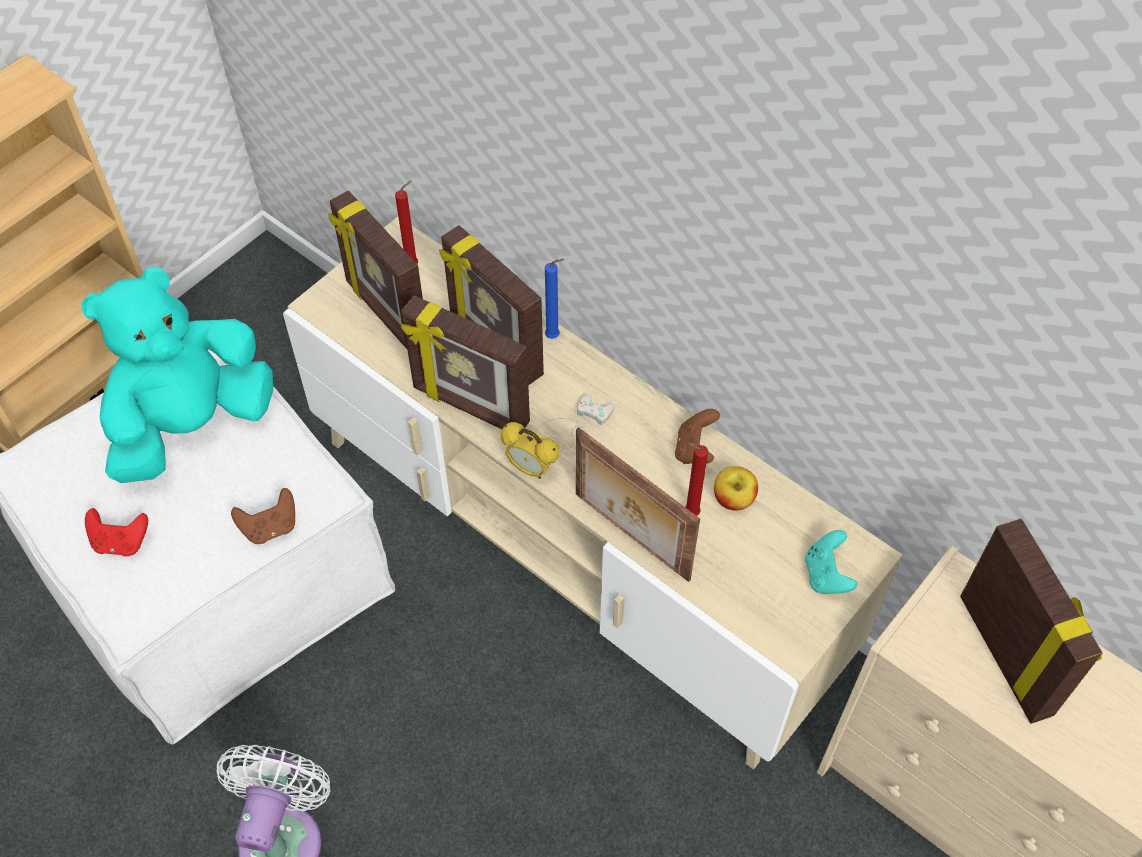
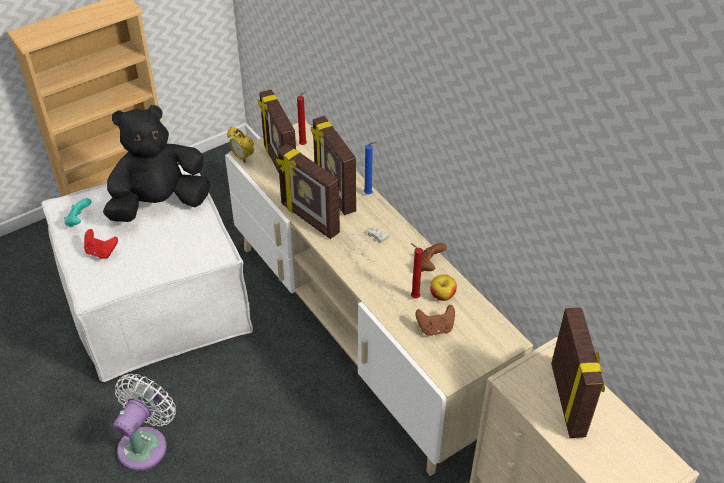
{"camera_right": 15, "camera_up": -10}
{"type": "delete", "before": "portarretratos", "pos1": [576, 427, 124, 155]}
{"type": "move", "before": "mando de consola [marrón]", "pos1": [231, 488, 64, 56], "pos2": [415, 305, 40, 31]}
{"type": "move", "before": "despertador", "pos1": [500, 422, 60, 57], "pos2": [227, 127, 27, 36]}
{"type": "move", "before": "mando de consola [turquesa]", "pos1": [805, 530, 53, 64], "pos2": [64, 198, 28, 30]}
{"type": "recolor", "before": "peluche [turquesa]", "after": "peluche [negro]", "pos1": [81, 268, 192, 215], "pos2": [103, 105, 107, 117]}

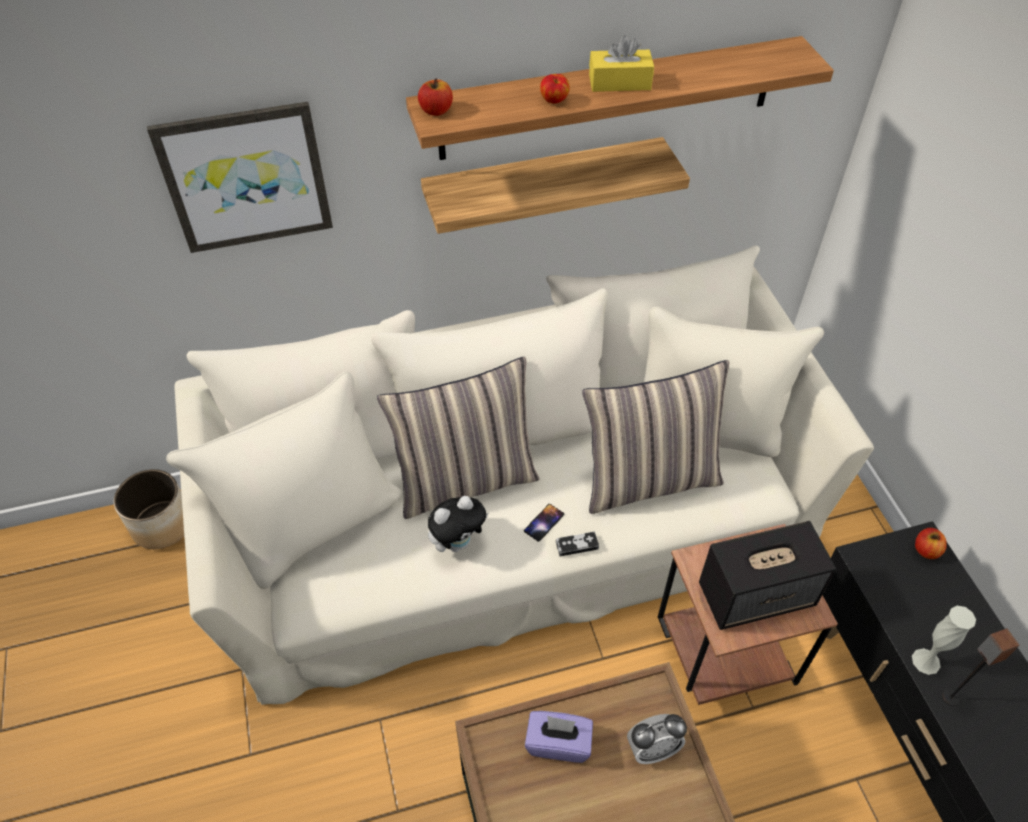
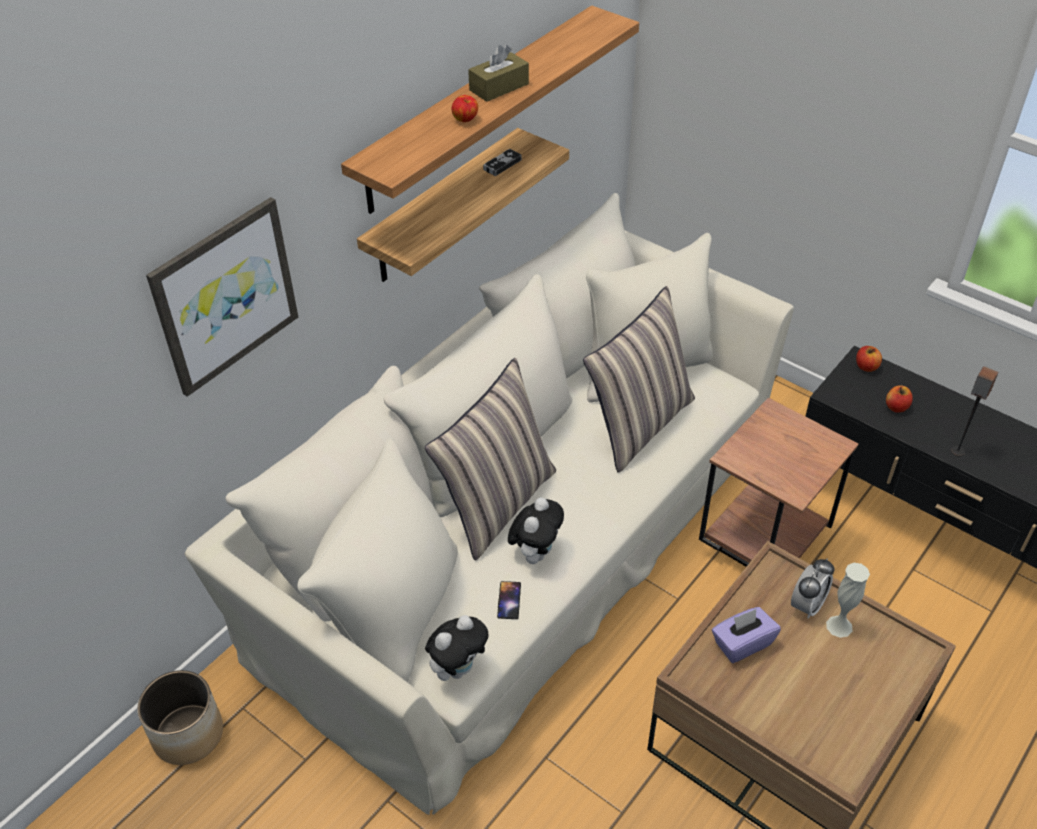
{"camera_right": -35, "camera_up": -5}
{"type": "delete", "before": "altavoz", "pos1": [699, 521, 137, 109]}
{"type": "insert", "after": "peluche", "pos2": [425, 615, 64, 66]}
{"type": "move", "before": "manzana", "pos1": [418, 78, 35, 38], "pos2": [886, 385, 27, 28]}
{"type": "move", "before": "móvil", "pos1": [524, 504, 40, 38], "pos2": [497, 581, 24, 38]}
{"type": "move", "before": "mando de consola", "pos1": [556, 532, 43, 24], "pos2": [483, 149, 39, 27]}
{"type": "move", "before": "florero [blanco]", "pos1": [912, 606, 64, 69], "pos2": [826, 563, 44, 75]}
{"type": "recolor", "before": "caja de pañuelos [amarillo]", "after": "caja de pañuelos [marrón]", "pos1": [589, 35, 65, 57], "pos2": [468, 45, 61, 57]}

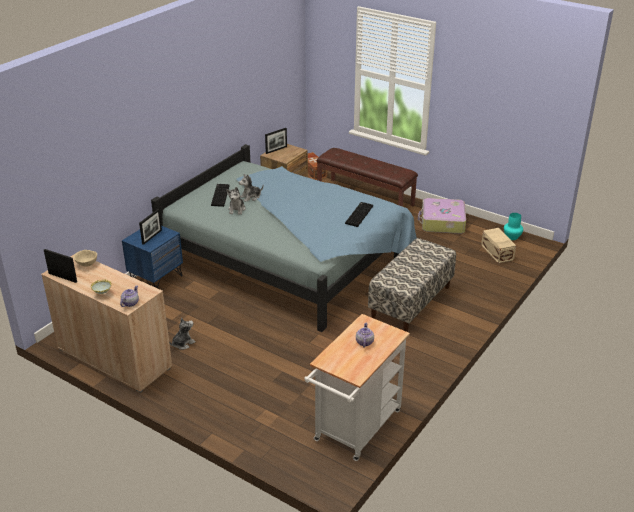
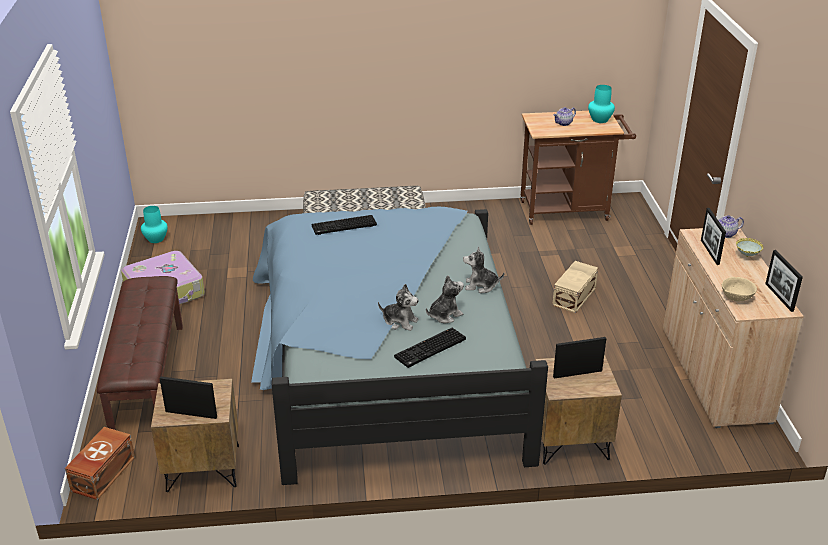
{"camera_right": -130, "camera_up": 0}
{"type": "insert", "after": "florero [turquesa]", "pos2": [588, 85, 27, 38]}
{"type": "insert", "after": "portarretratos", "pos2": [701, 208, 25, 57]}
{"type": "move", "before": "peluche", "pos1": [169, 318, 27, 32], "pos2": [463, 247, 41, 46]}
{"type": "move", "before": "caja de almacenaje [beis]", "pos1": [481, 228, 35, 35], "pos2": [552, 261, 46, 52]}
{"type": "recolor", "before": "mesita de noche [azul]", "after": "mesita de noche [marrón]", "pos1": [122, 226, 61, 62], "pos2": [535, 355, 87, 110]}
{"type": "recolor", "before": "carrito [blanco]", "after": "carrito [marrón]", "pos1": [304, 314, 106, 147], "pos2": [520, 111, 116, 114]}

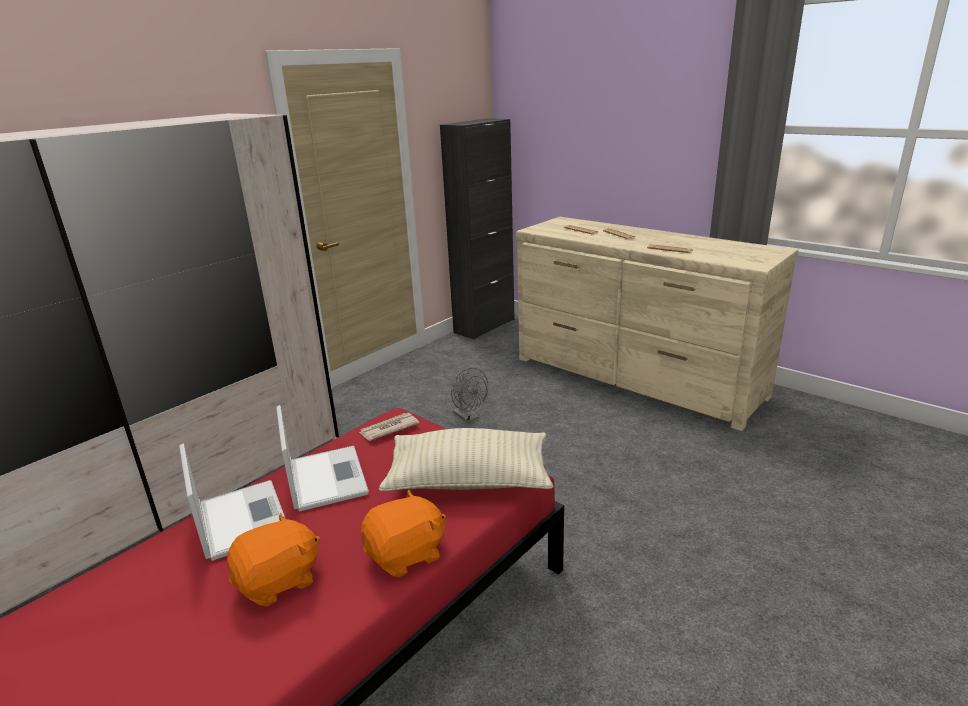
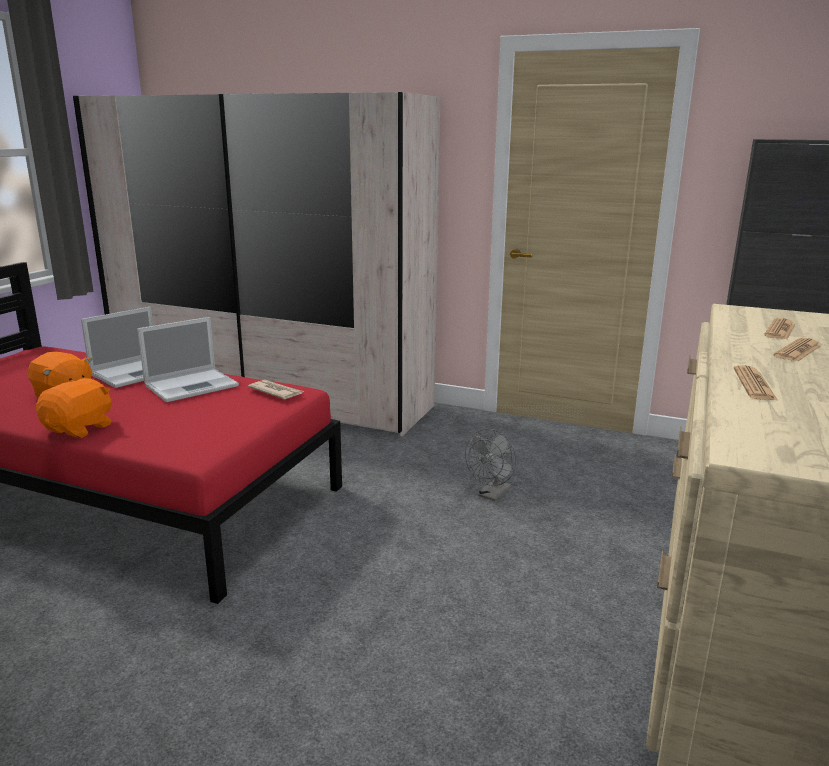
{"camera_right": 70, "camera_up": -5}
{"type": "delete", "before": "cojín [beis]", "pos1": [379, 428, 175, 64]}
{"type": "rotate", "before": "peluche [naranja]", "pos1": [361, 489, 85, 88], "pos2": [36, 378, 76, 60], "turn": -105}

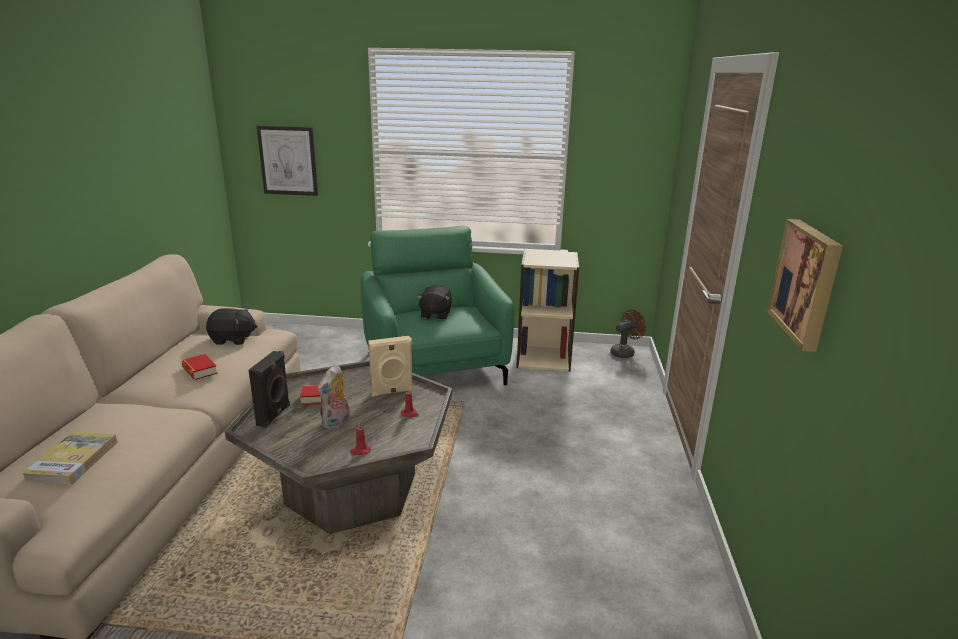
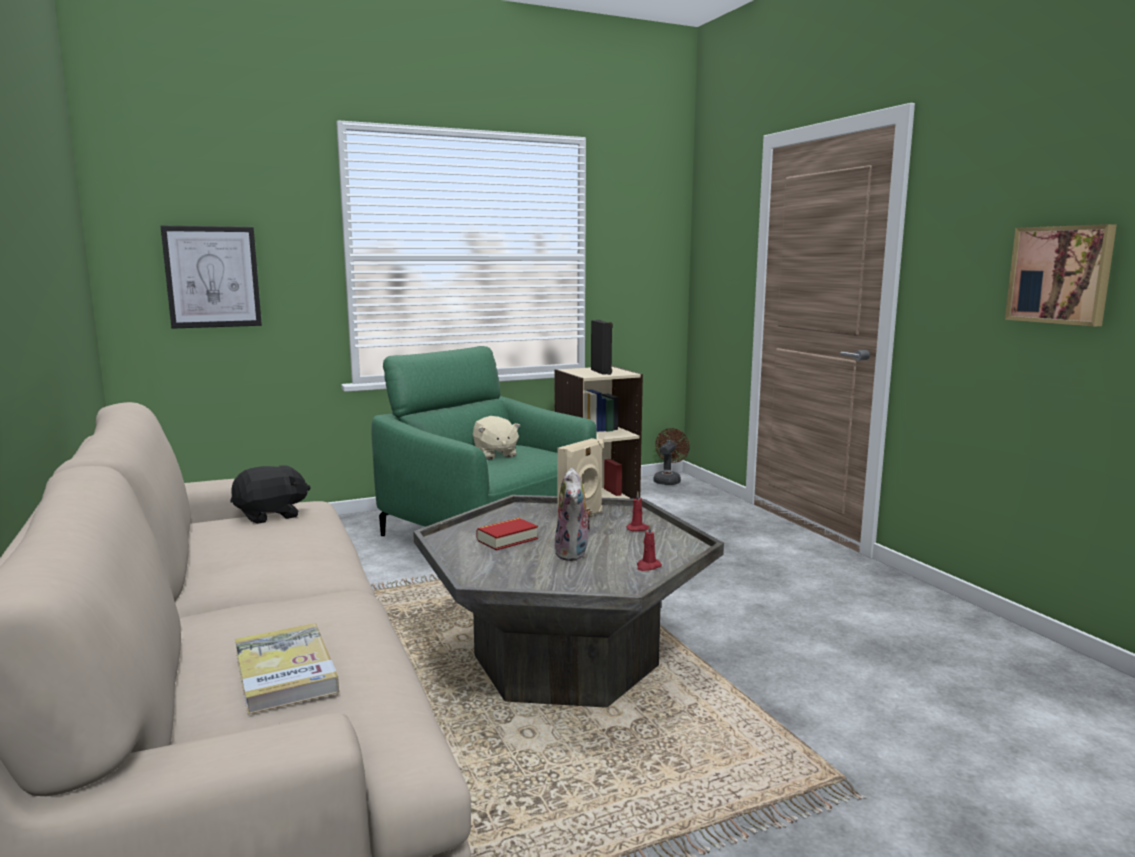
{"camera_right": -30, "camera_up": -10}
{"type": "delete", "before": "libro", "pos1": [182, 354, 36, 26]}
{"type": "move", "before": "altavoz [negro]", "pos1": [249, 351, 41, 77], "pos2": [591, 320, 22, 55]}
{"type": "recolor", "before": "peluche [negro]", "after": "peluche [beis]", "pos1": [417, 285, 35, 35], "pos2": [473, 416, 48, 44]}

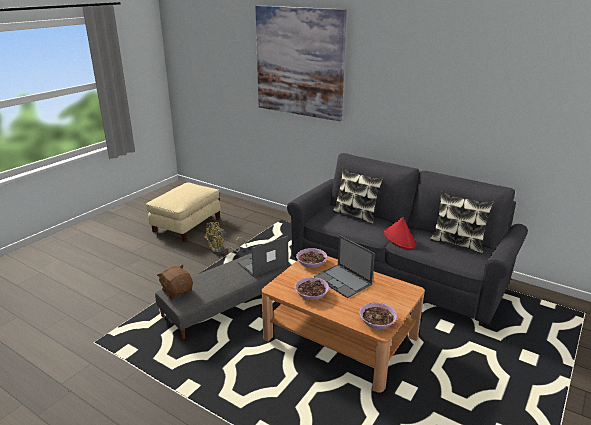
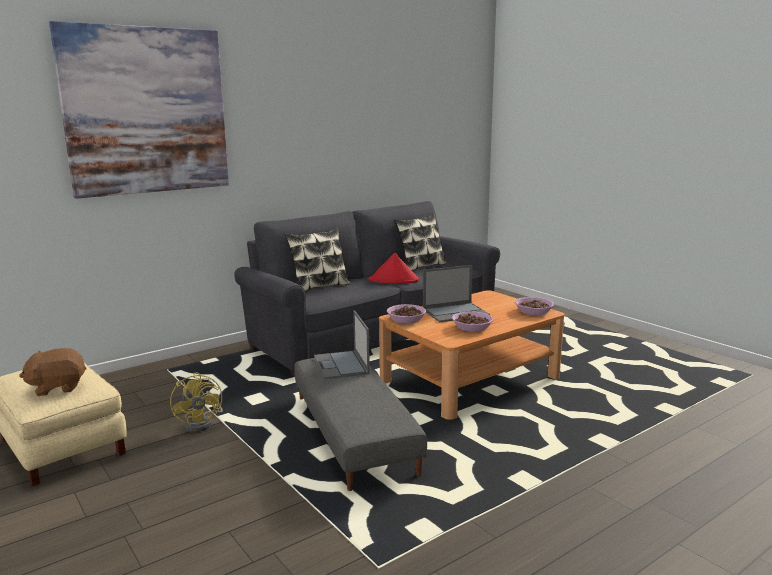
{"camera_right": -70, "camera_up": -10}
{"type": "move", "before": "peluche [marrón]", "pos1": [157, 265, 36, 34], "pos2": [19, 348, 68, 48]}

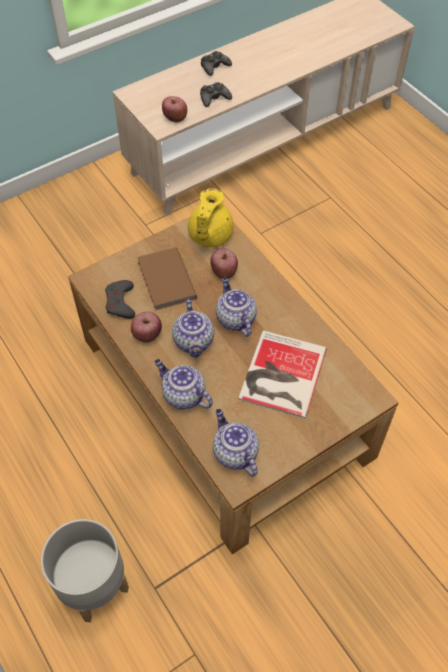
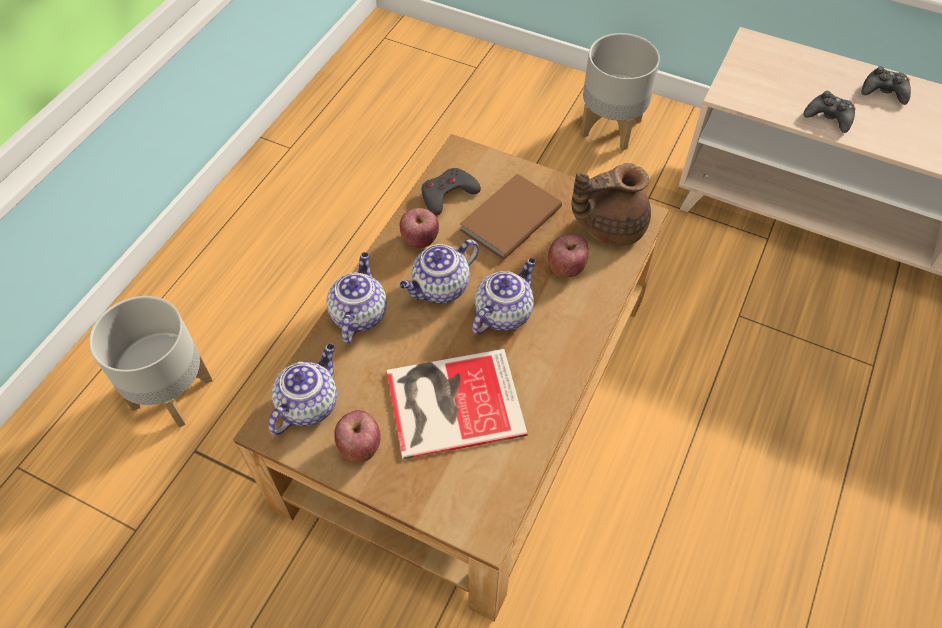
{"camera_right": 60, "camera_up": 0}
{"type": "insert", "after": "maceta [gris]", "pos2": [580, 33, 80, 117]}
{"type": "move", "before": "manzana", "pos1": [162, 96, 25, 26], "pos2": [334, 410, 47, 53]}
{"type": "recolor", "before": "tetera [amarillo]", "after": "tetera [marrón]", "pos1": [188, 188, 46, 59], "pos2": [572, 163, 79, 83]}

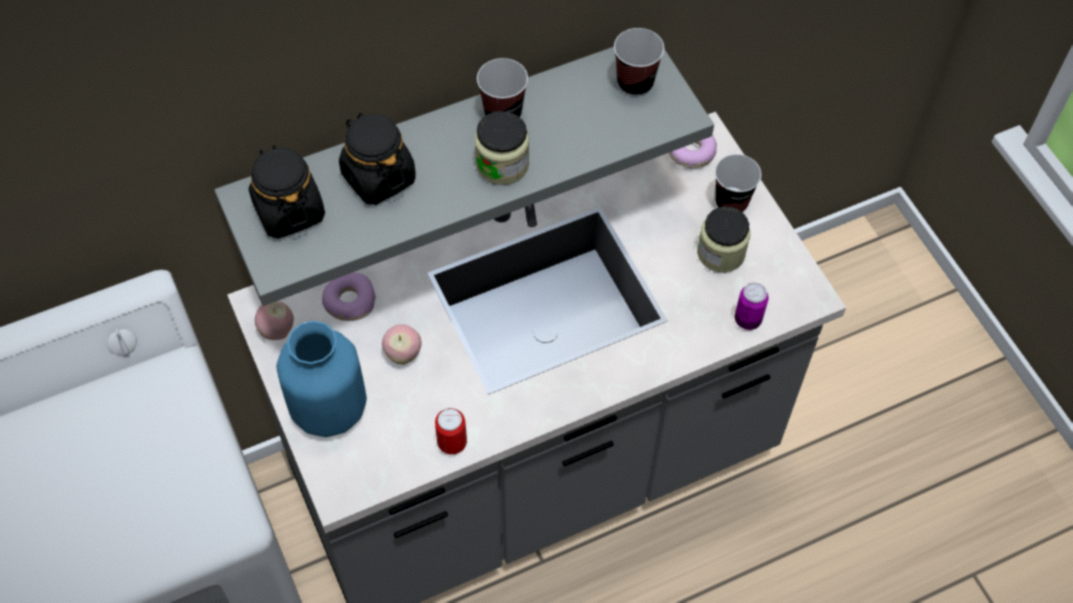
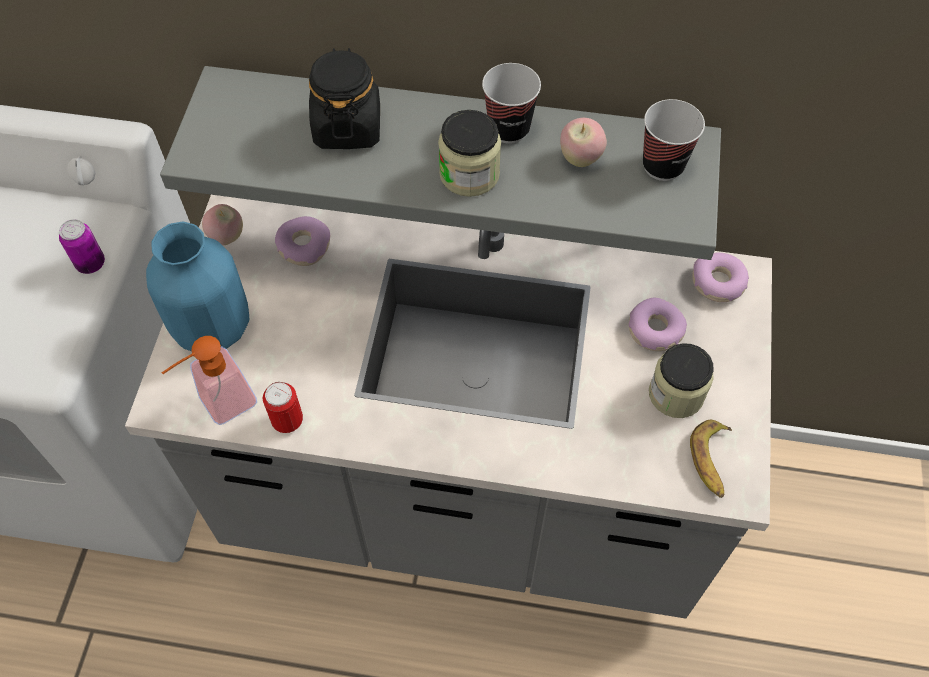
{"camera_right": 35, "camera_up": 0}
{"type": "delete", "before": "tarro [negro]", "pos1": [249, 145, 76, 94]}
{"type": "delete", "before": "taza", "pos1": [715, 154, 46, 58]}
{"type": "insert", "after": "dispensador de jabón", "pos2": [162, 336, 95, 89]}
{"type": "insert", "after": "rosquilla", "pos2": [629, 298, 58, 53]}
{"type": "insert", "after": "plátano", "pos2": [690, 420, 42, 78]}
{"type": "move", "before": "manzana", "pos1": [382, 324, 40, 41], "pos2": [560, 118, 47, 49]}
{"type": "move", "before": "lata", "pos1": [735, 283, 33, 47], "pos2": [59, 219, 46, 55]}

